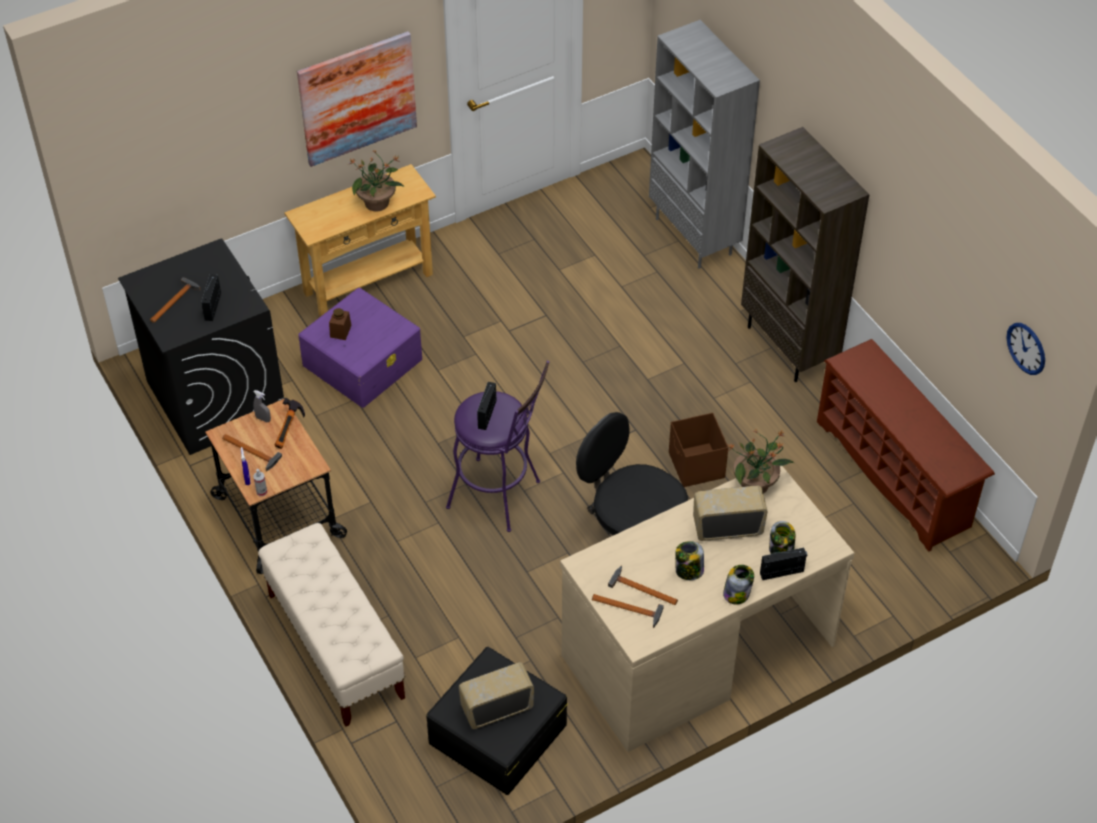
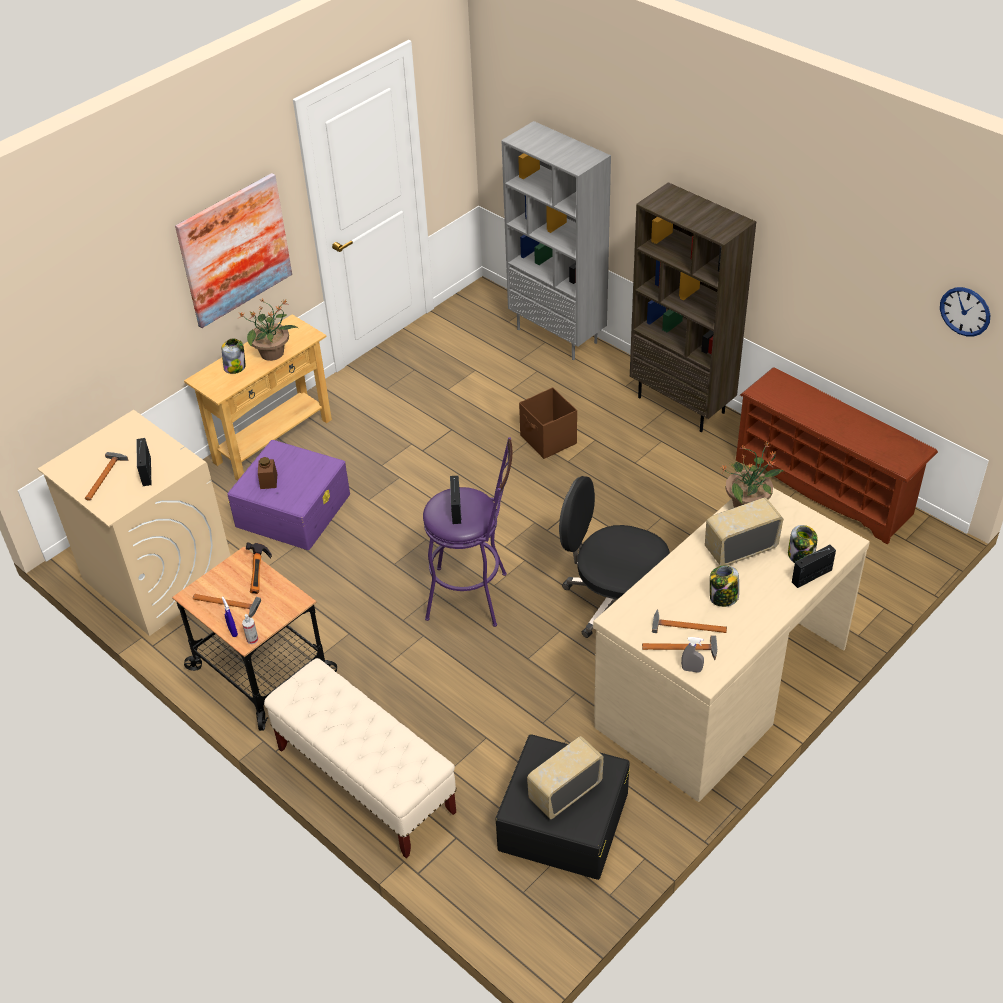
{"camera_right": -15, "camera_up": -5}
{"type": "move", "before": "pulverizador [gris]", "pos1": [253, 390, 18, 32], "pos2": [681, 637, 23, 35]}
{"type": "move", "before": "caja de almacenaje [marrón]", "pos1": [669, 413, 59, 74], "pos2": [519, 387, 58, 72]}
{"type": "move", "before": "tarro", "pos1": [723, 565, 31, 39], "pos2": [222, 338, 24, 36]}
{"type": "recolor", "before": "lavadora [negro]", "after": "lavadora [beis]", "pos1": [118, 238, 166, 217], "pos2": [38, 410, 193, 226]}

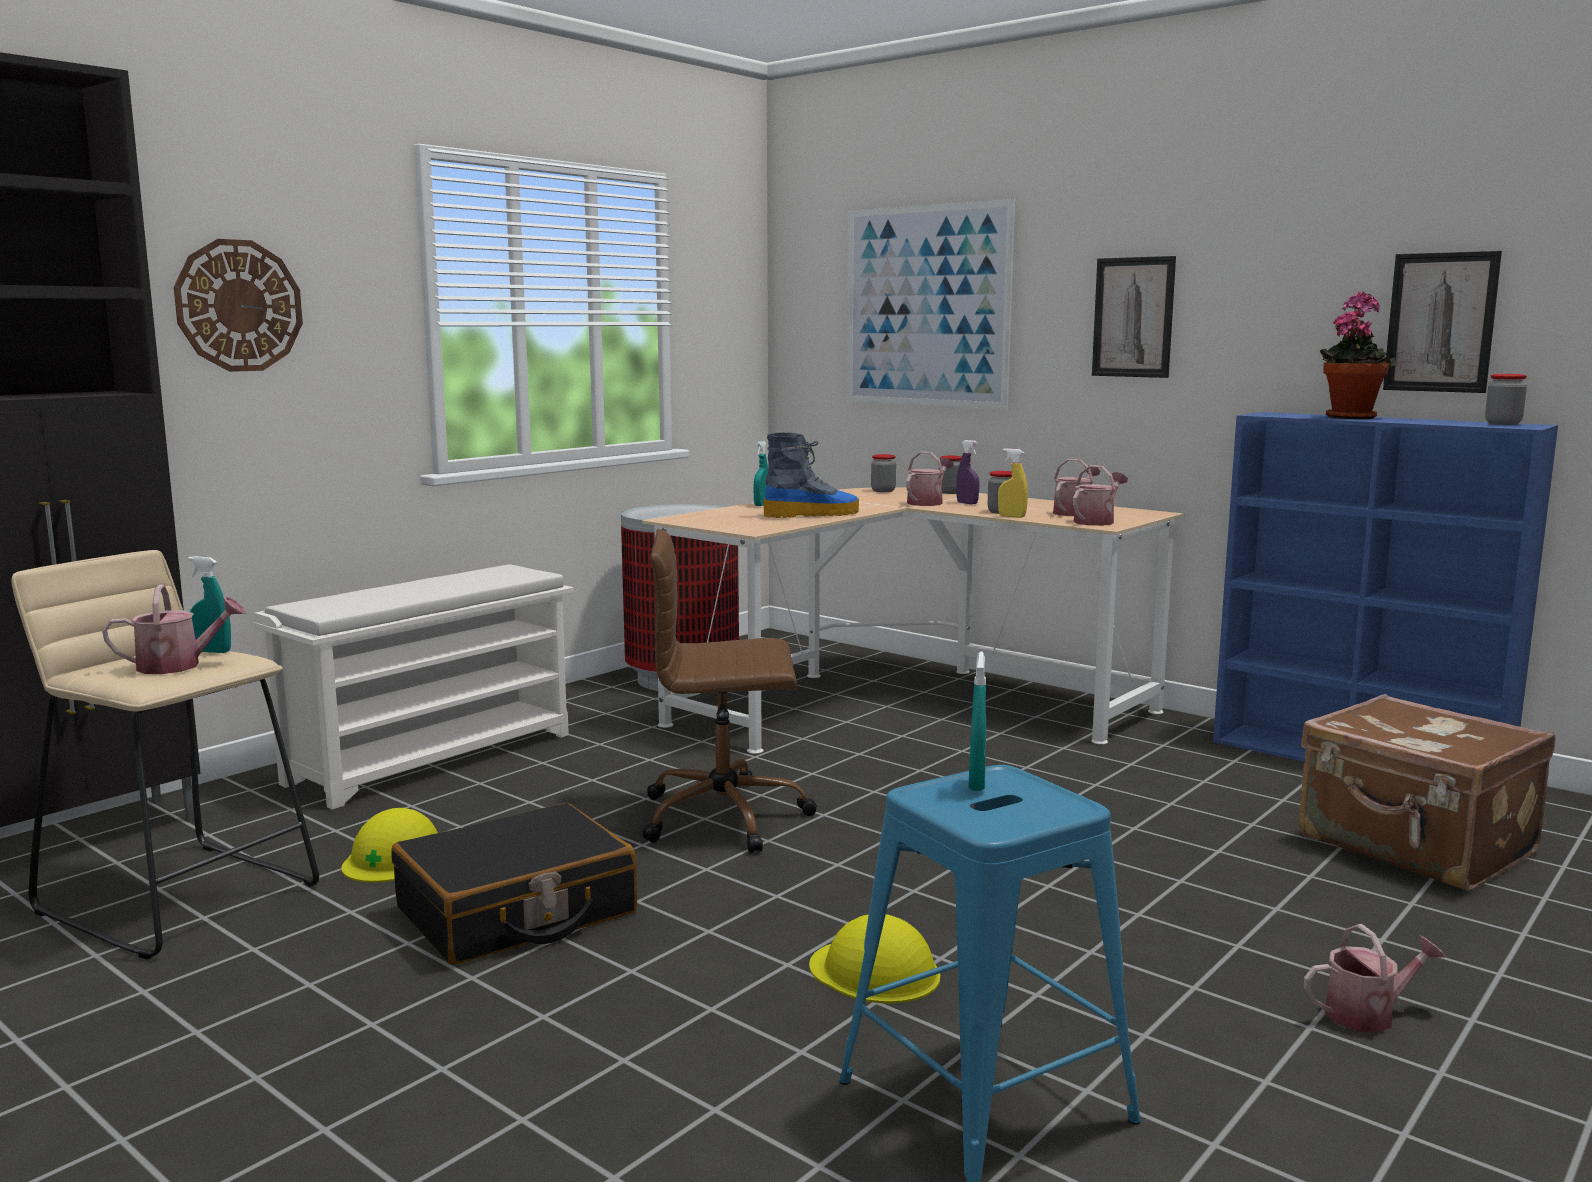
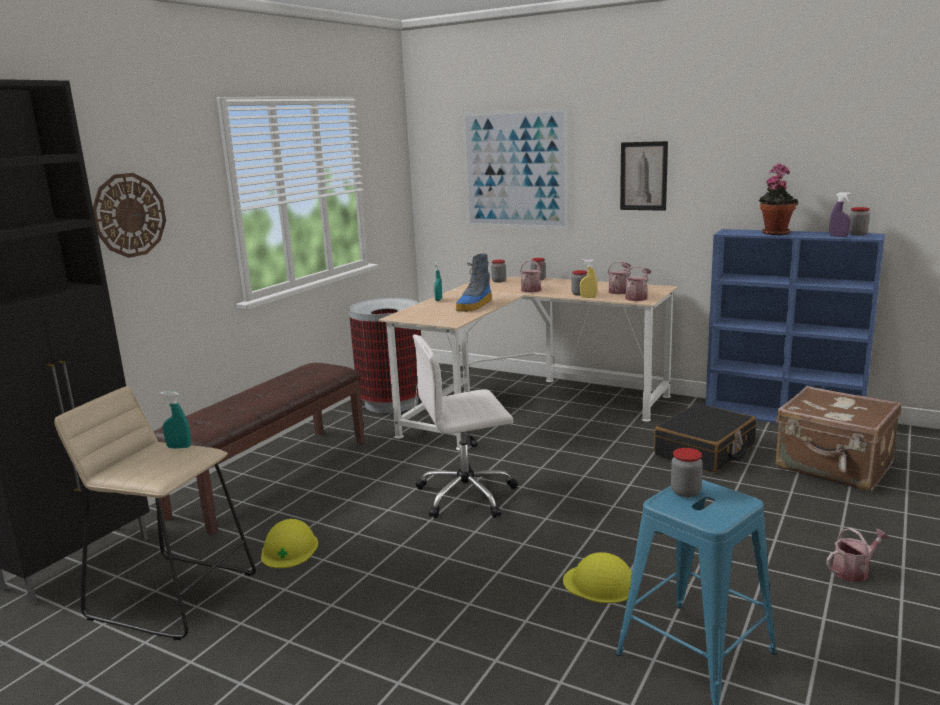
{"camera_right": -10, "camera_up": 5}
{"type": "delete", "before": "regadera", "pos1": [102, 584, 144, 90]}
{"type": "delete", "before": "cuadro", "pos1": [1383, 251, 119, 142]}
{"type": "move", "before": "maleta [negro]", "pos1": [392, 803, 245, 162], "pos2": [654, 403, 102, 70]}
{"type": "move", "before": "pulverizador [morado]", "pos1": [956, 440, 23, 64], "pos2": [829, 192, 22, 45]}
{"type": "replace", "before": "zapatero [blanco]", "after": "banco [marrón]", "pos1": [254, 564, 320, 246], "pos2": [154, 363, 211, 172]}
{"type": "replace", "before": "pulverizador [turquesa]", "after": "tarro", "pos1": [968, 652, 18, 139], "pos2": [671, 448, 32, 49]}
{"type": "recolor", "before": "silla de oficina [marrón]", "after": "silla de oficina [blanco]", "pos1": [642, 529, 175, 324], "pos2": [413, 334, 105, 184]}
{"type": "rotate", "before": "bota", "pos1": [764, 433, 95, 85], "pos2": [456, 254, 36, 58], "turn": 150}

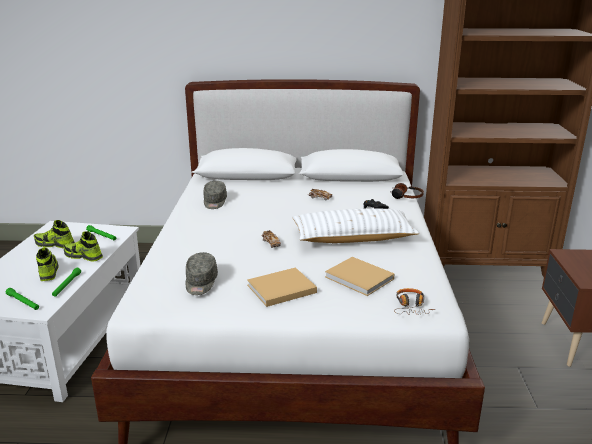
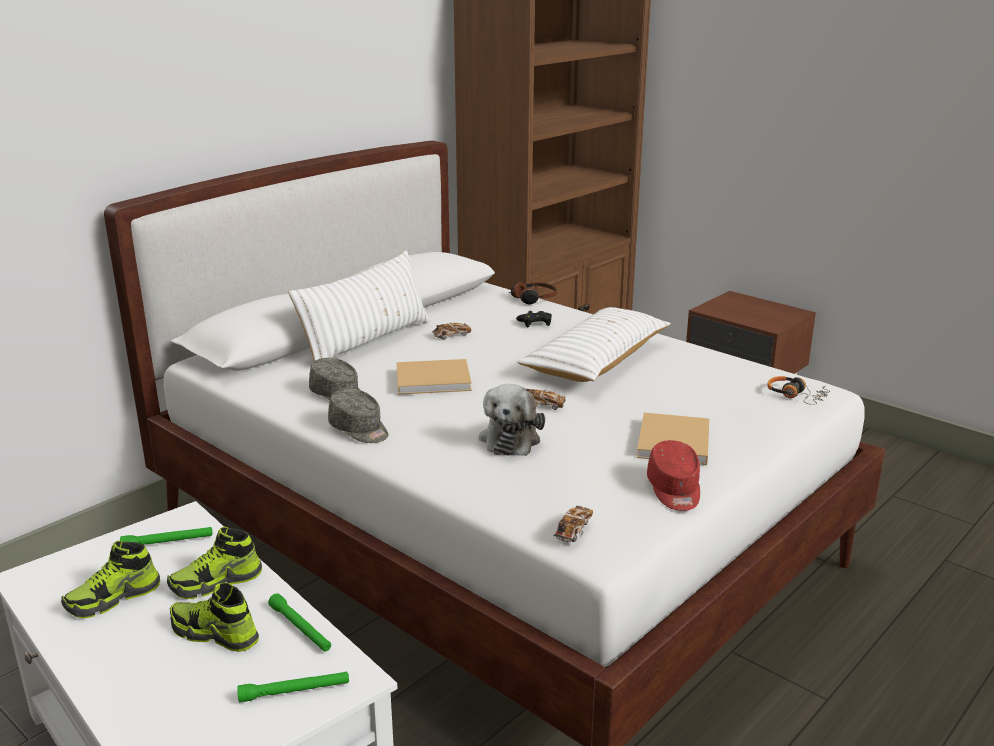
{"camera_right": -50, "camera_up": 0}
{"type": "insert", "after": "cojín [blanco]", "pos2": [288, 250, 142, 111]}
{"type": "insert", "after": "peluche", "pos2": [479, 384, 66, 72]}
{"type": "insert", "after": "coche de juguete", "pos2": [553, 506, 40, 36]}
{"type": "insert", "after": "gorra [rojo]", "pos2": [647, 440, 53, 71]}
{"type": "move", "before": "gorra [gris]", "pos1": [186, 252, 32, 43], "pos2": [328, 389, 60, 54]}
{"type": "move", "before": "libro [beis]", "pos1": [325, 257, 69, 39], "pos2": [396, 359, 76, 36]}

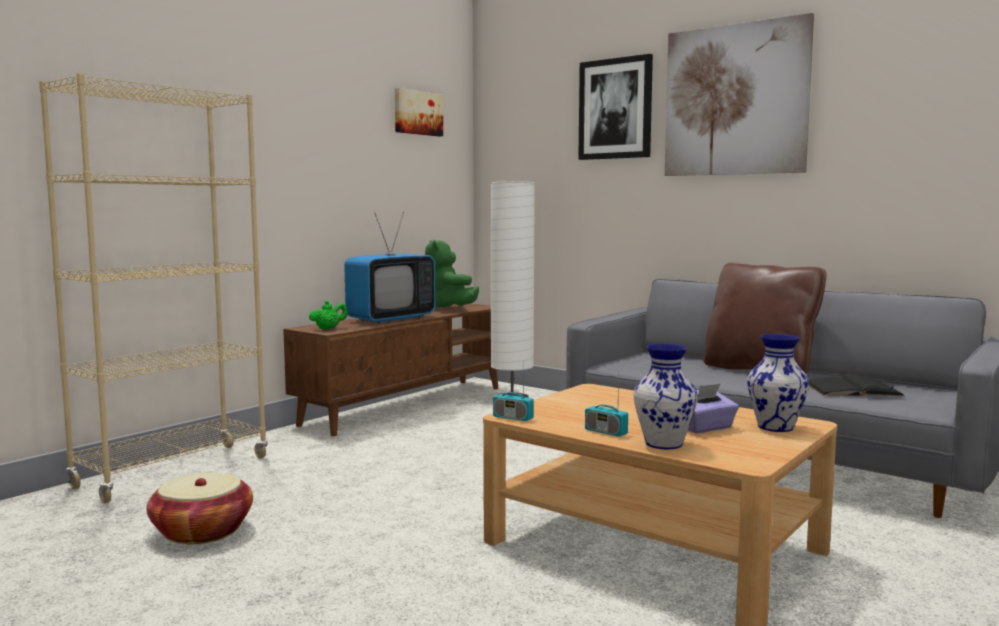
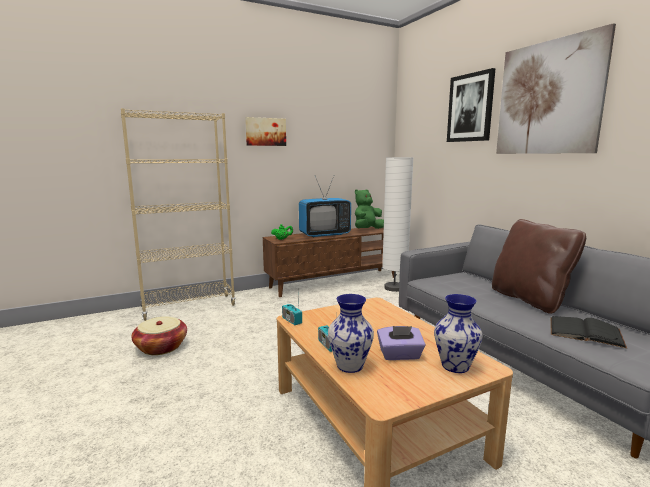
{"camera_right": 25, "camera_up": 5}
{"type": "move", "before": "cuadro", "pos1": [395, 88, 48, 49], "pos2": [245, 117, 41, 29]}
{"type": "rotate", "before": "peluche [verde]", "pos1": [425, 240, 54, 68], "pos2": [355, 189, 29, 40], "turn": 45}

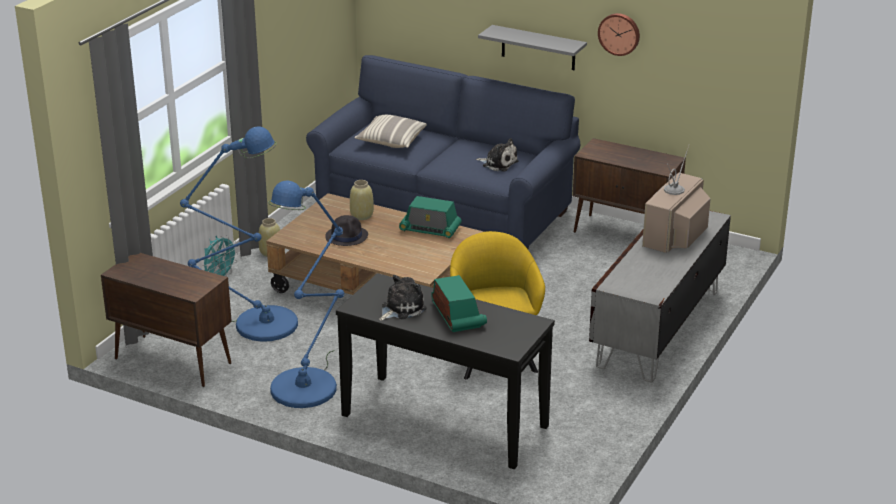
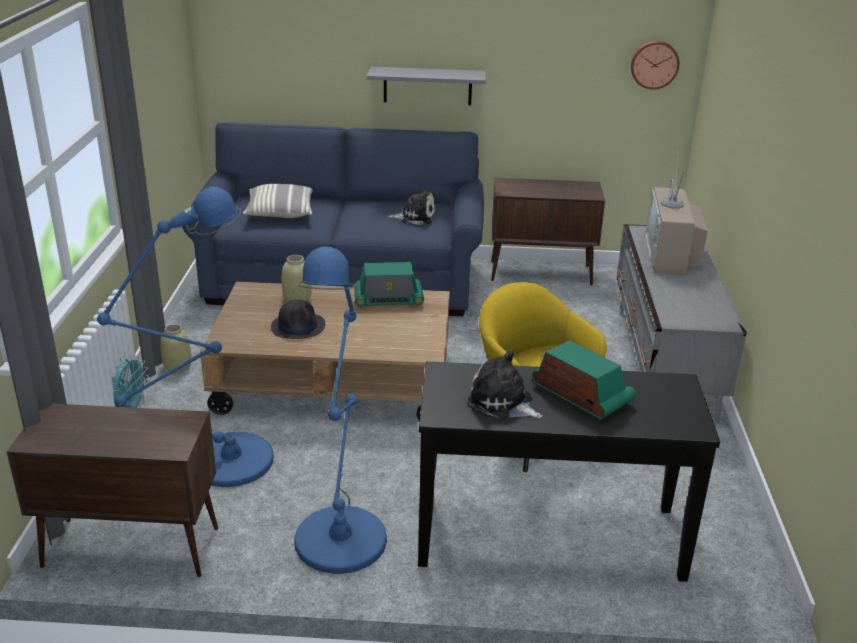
{"camera_right": -25, "camera_up": 0}
{"type": "move", "before": "reloj de pared", "pos1": [598, 13, 42, 43], "pos2": [631, 41, 48, 49]}
{"type": "rotate", "before": "peluche", "pos1": [379, 275, 48, 46], "pos2": [468, 350, 74, 69], "turn": -75}

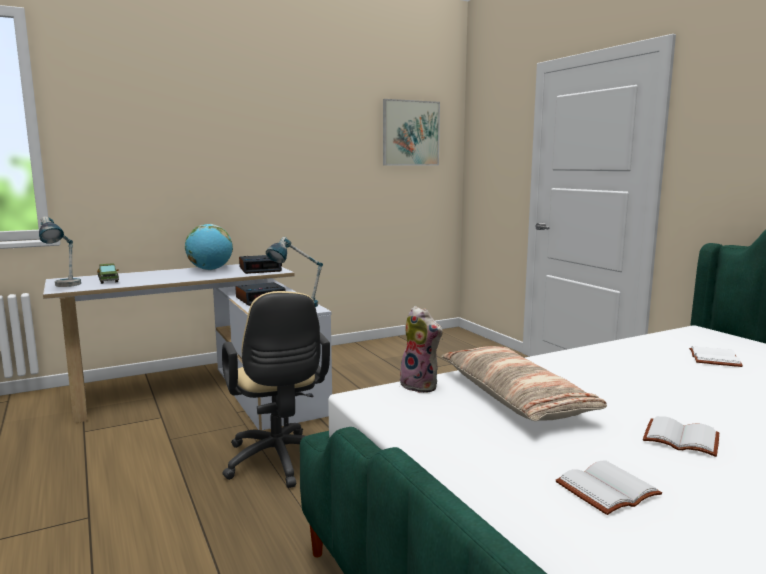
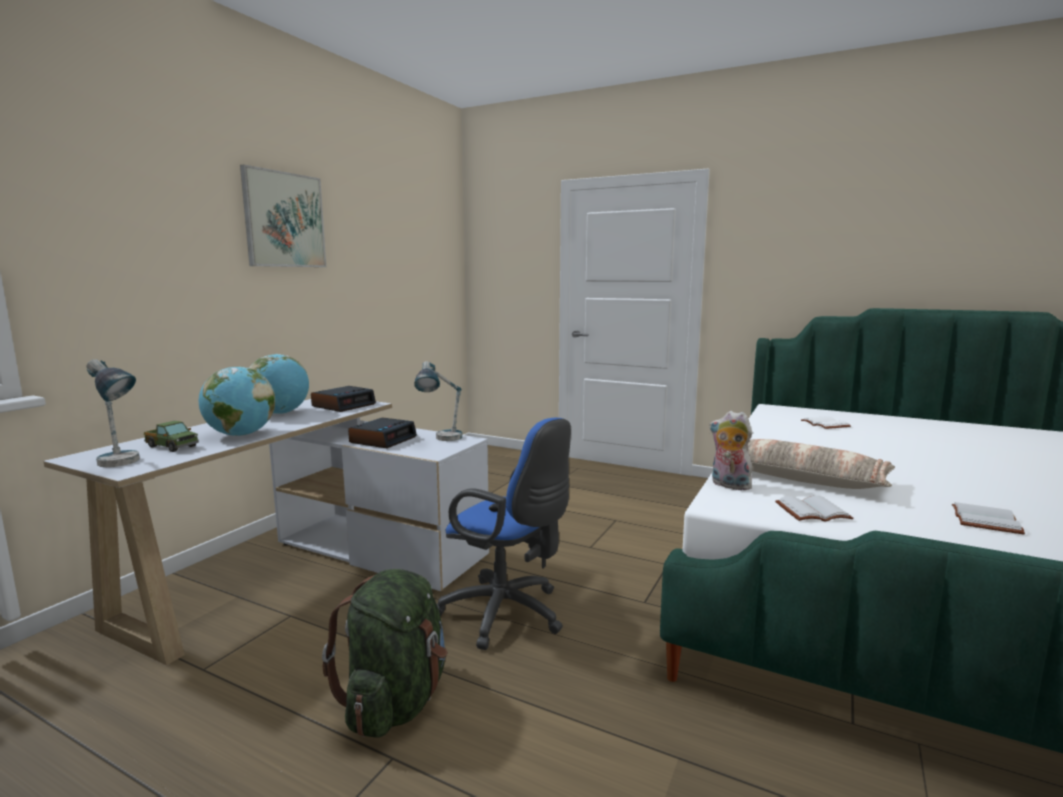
{"camera_right": -35, "camera_up": 0}
{"type": "insert", "after": "globo terráqueo", "pos2": [198, 367, 77, 69]}
{"type": "insert", "after": "mochila [verde]", "pos2": [322, 569, 125, 169]}
{"type": "move", "before": "cuadro", "pos1": [383, 99, 57, 67], "pos2": [240, 164, 86, 103]}
{"type": "move", "before": "libro [blanco]", "pos1": [643, 416, 76, 41], "pos2": [775, 496, 78, 26]}
{"type": "recolor", "before": "silla de oficina [beis]", "after": "silla de oficina [azul]", "pos1": [222, 291, 108, 197], "pos2": [437, 418, 134, 232]}
{"type": "rotate", "before": "peluche", "pos1": [400, 306, 43, 87], "pos2": [709, 411, 45, 79], "turn": -150}

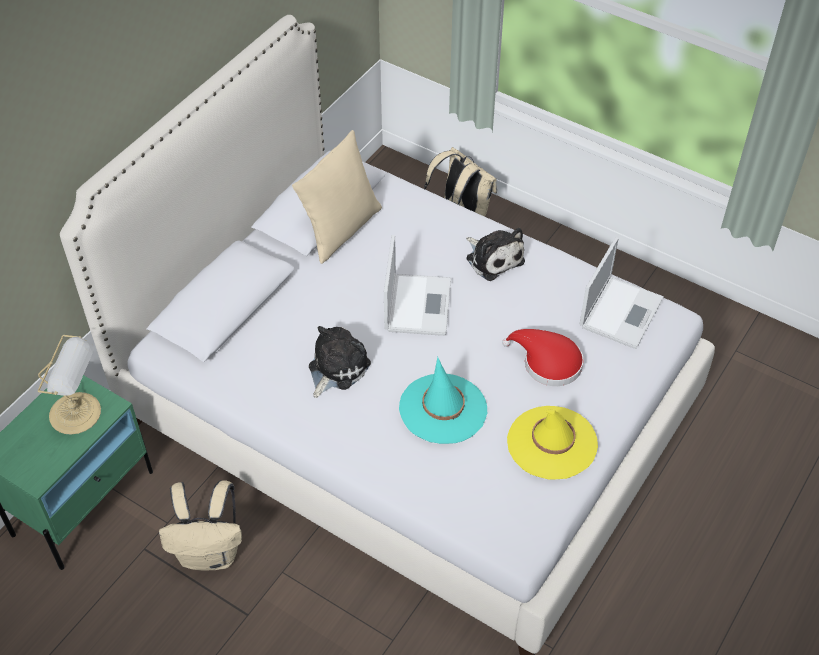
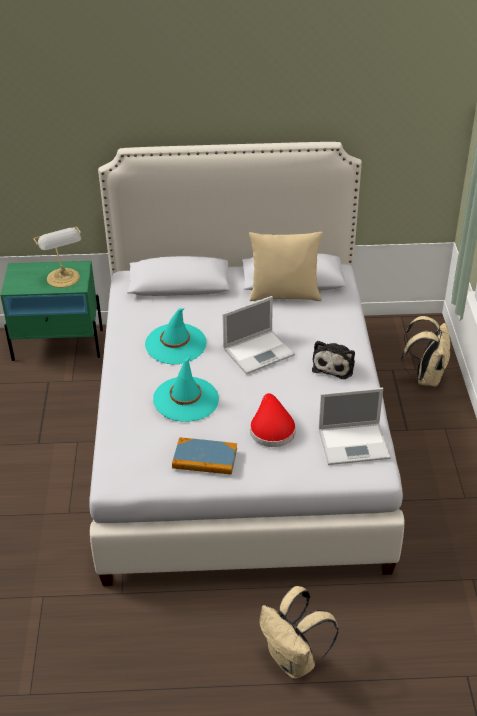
{"camera_right": 55, "camera_up": -10}
{"type": "move", "before": "mochila [beis]", "pos1": [159, 480, 83, 91], "pos2": [259, 586, 79, 93]}
{"type": "replace", "before": "peluche", "after": "sombrero [turquesa]", "pos1": [309, 326, 62, 72], "pos2": [145, 308, 62, 56]}
{"type": "replace", "before": "sombrero [amarillo]", "after": "libro", "pos1": [507, 406, 91, 74], "pos2": [172, 437, 65, 38]}

